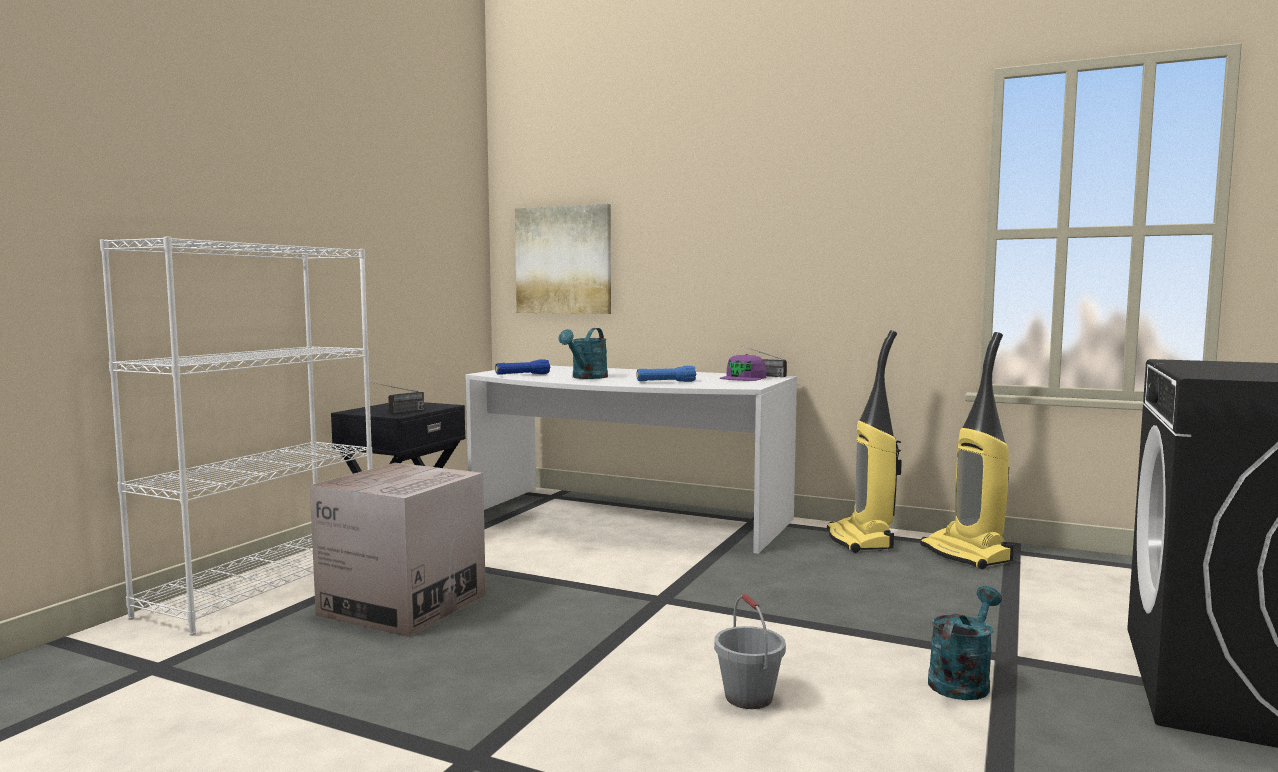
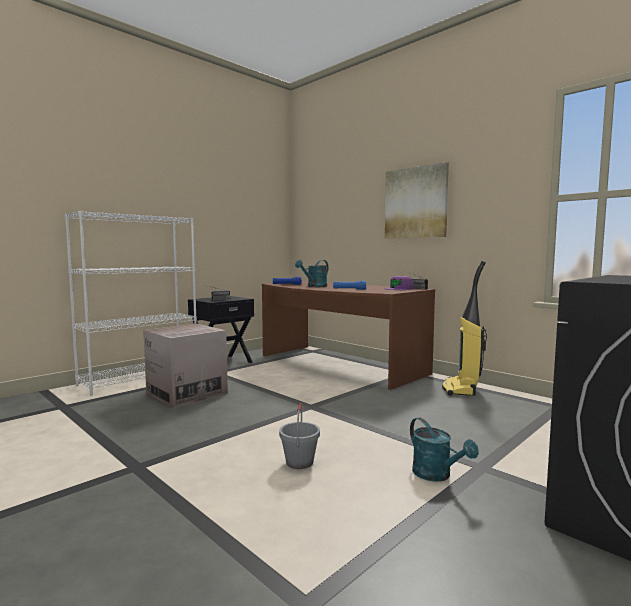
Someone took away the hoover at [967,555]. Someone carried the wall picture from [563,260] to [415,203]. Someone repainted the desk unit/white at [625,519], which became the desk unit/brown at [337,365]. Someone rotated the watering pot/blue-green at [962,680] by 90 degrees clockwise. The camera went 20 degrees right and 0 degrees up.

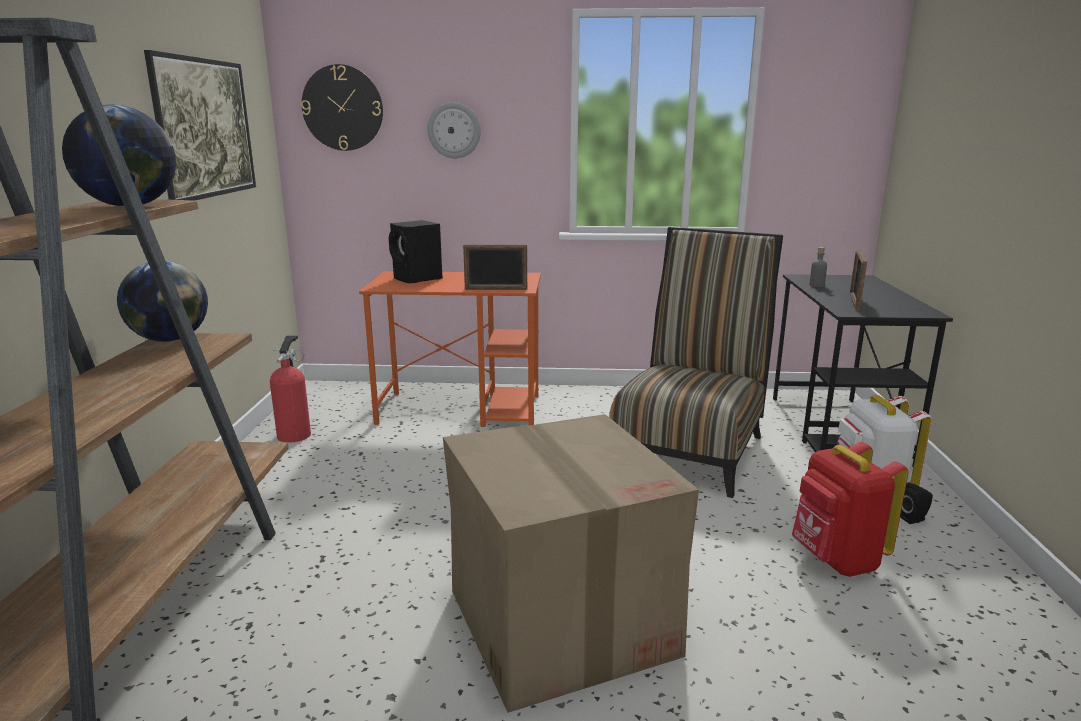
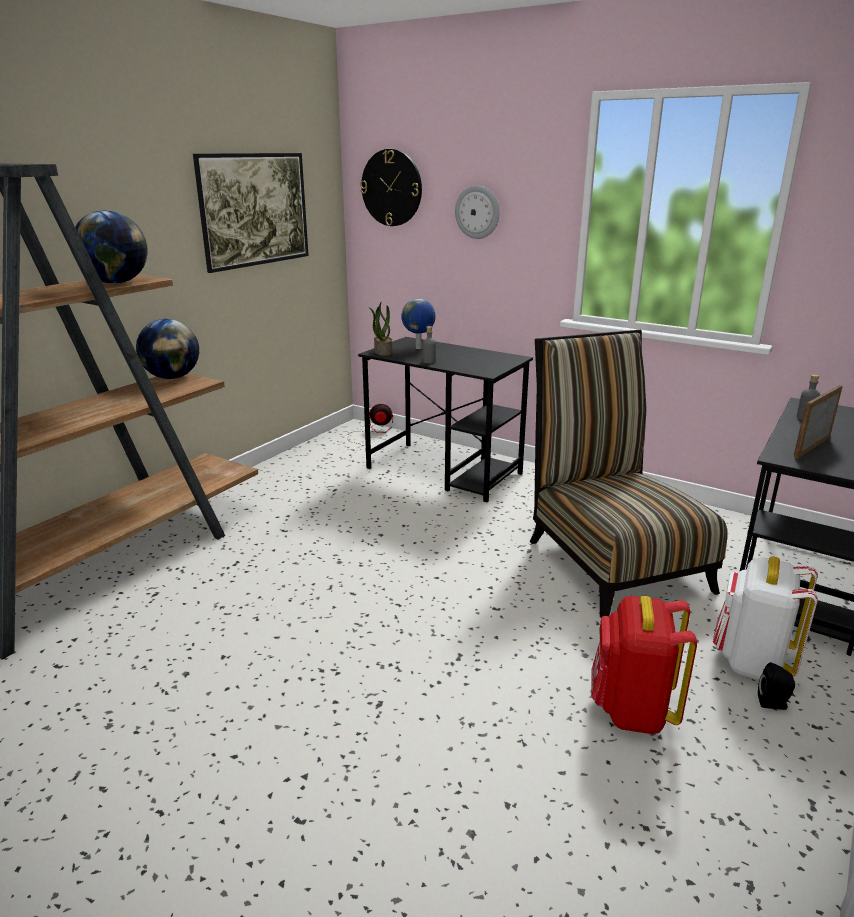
Someone took away the extinguisher at [295,434]. Someone took away the carton at [560,620]. Someone took away the photo frame at [496,289]. Someone put down the electric fan at [372,433]. Someone put down the plant in a pot at [382,352]. Someone put down the beverage bottle/greyish at [429,361]. Someone swapped the loudspeaker/blackish at [418,279] for the globe at [419,348]. Someone repainted the desk unit/orangey at [461,409], which became the desk unit/blackish at [445,471]. Someone rotated the upright chair at [689,447] by 75 degrees counterclockwise. The camera went 30 degrees right and 5 degrees up.

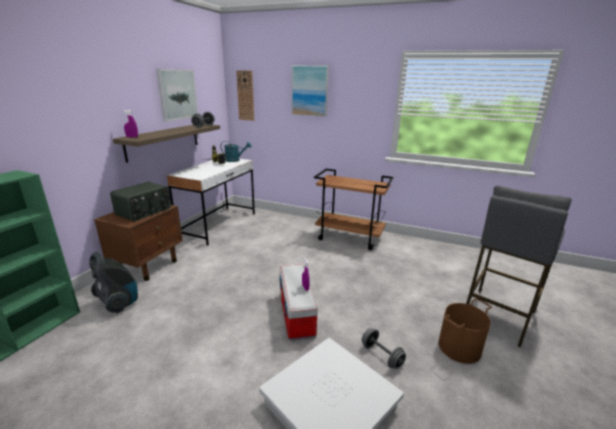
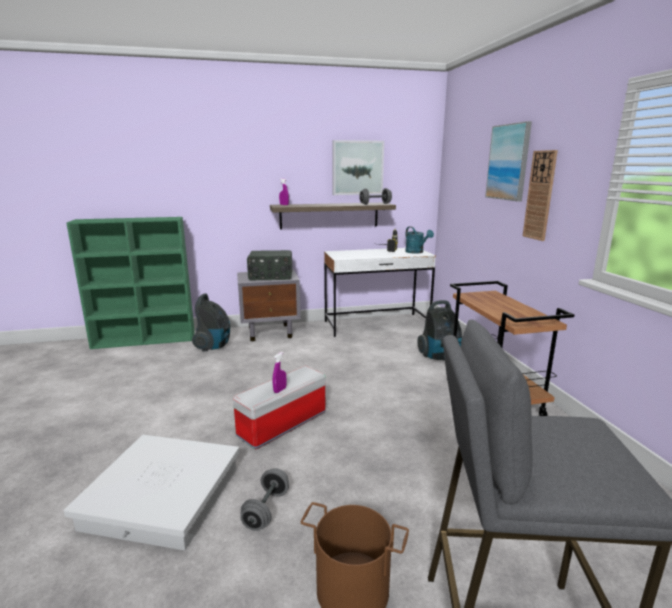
Someone put down the hoover at [440,357]. Someone carried the clock on the wall from [245,95] to [540,195]. Someone repainted the nightstand/brown at [149,266], which became the nightstand/greyish at [271,332]. The camera went 55 degrees right and 5 degrees down.

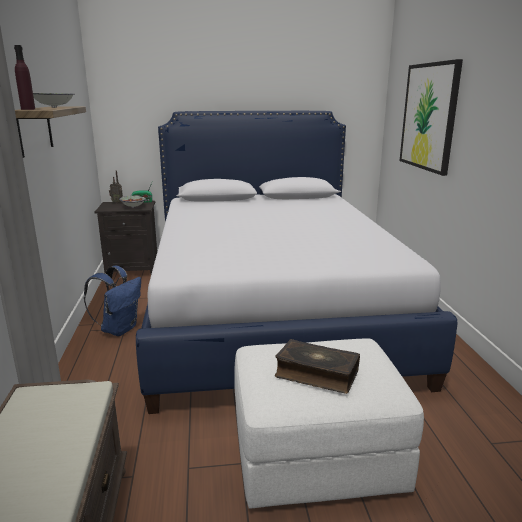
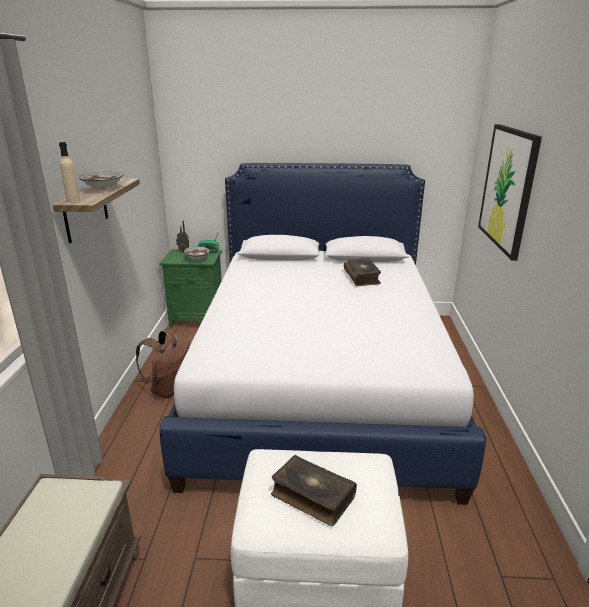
Someone put down the bound book at [362,277]. Someone repainted the beverage bottle/purple-coloured at [28,109], which became the beverage bottle/beige-coloured at [73,200]. Someone repainted the rucksack/blue-coloured at [119,329], which became the rucksack/brown at [169,390]. Someone repainted the nightstand/blackish at [133,271], which became the nightstand/green-coloured at [198,319]. The camera went 10 degrees right and 5 degrees up.

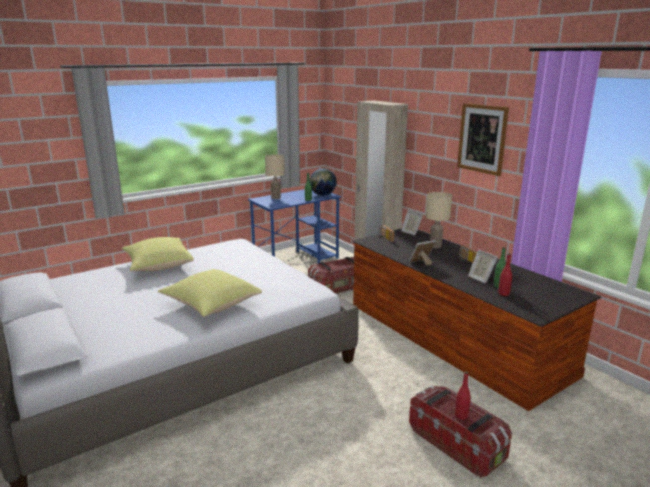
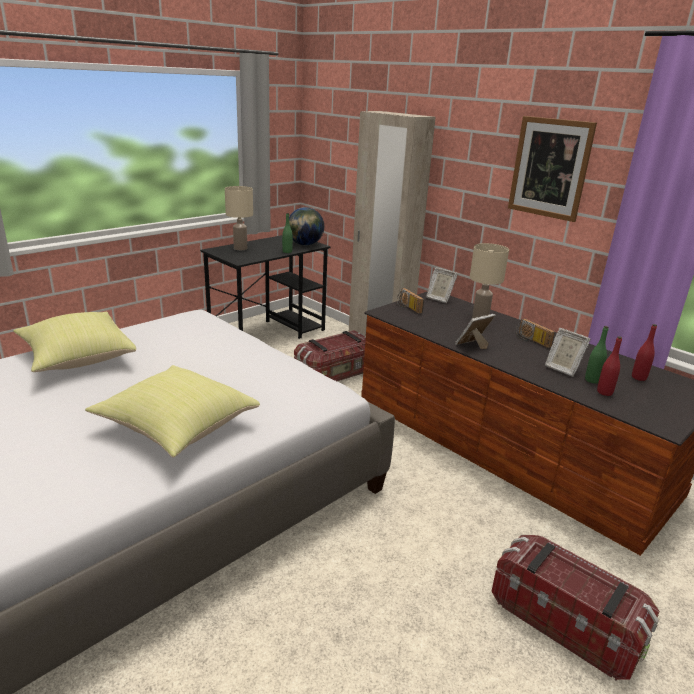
Someone carried the beverage bottle/red from [461,416] to [638,377]. Someone repainted the desk unit/blue-coloured at [296,260], which became the desk unit/blackish at [269,334]. The camera went 10 degrees left and 5 degrees up.

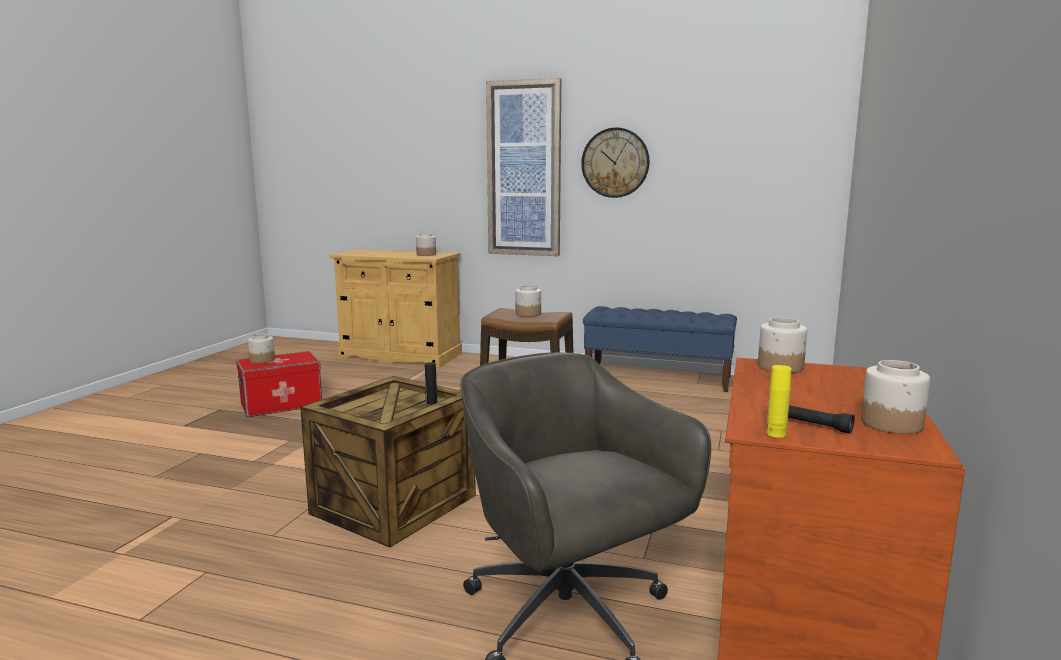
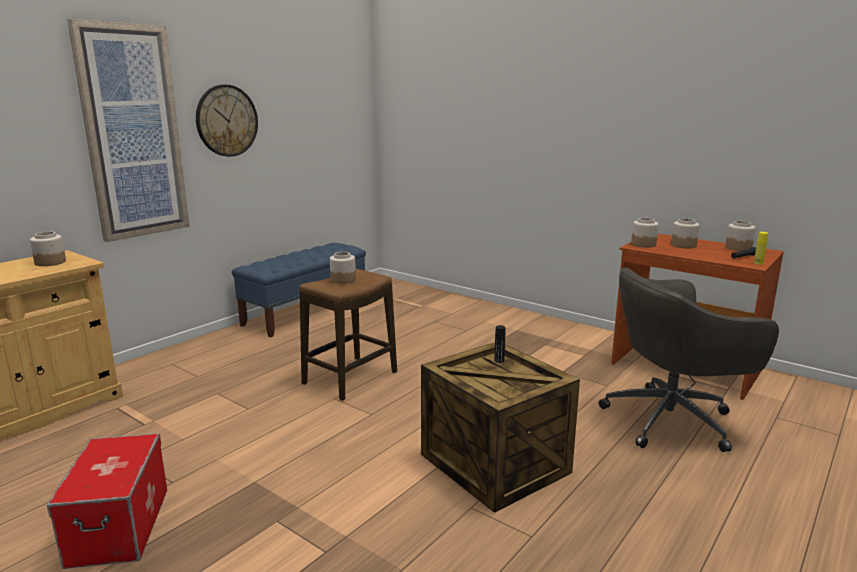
Someone carried the jar from [262,360] to [683,245]. The camera went 70 degrees left and 5 degrees up.

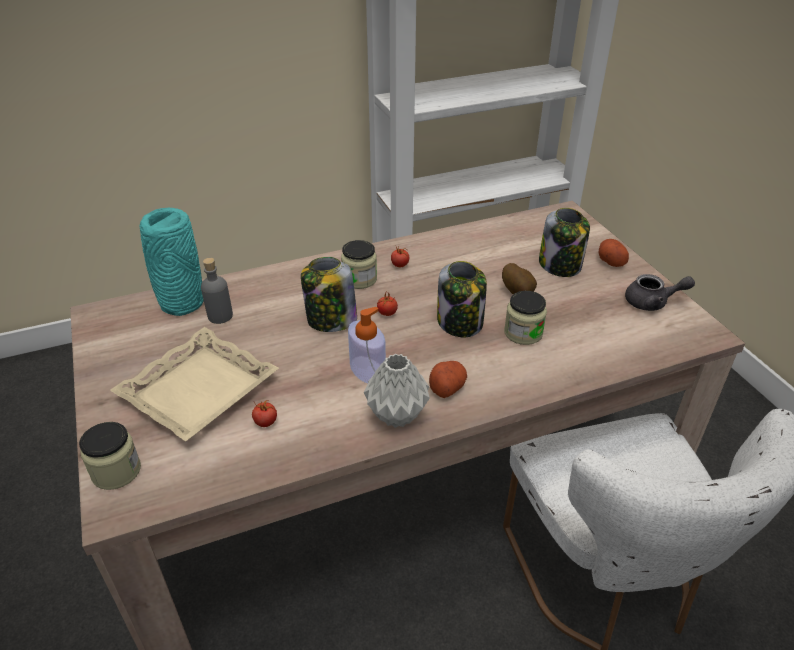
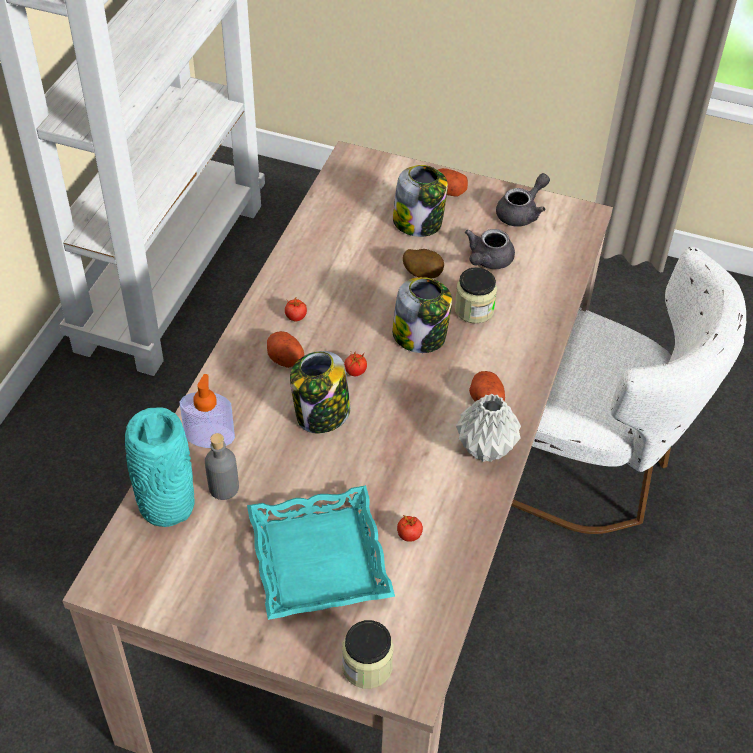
Someone put down the teapot/greyish at [487,261]. Someone carried the soap dispenser from [367,370] to [209,436]. Someone swapped the jar at [359,279] for the potato at [284,357]. Someone repainted the serving tray/beige-coloured at [199,391], which became the serving tray/blue-green at [320,559]. The camera went 50 degrees left and 10 degrees up.

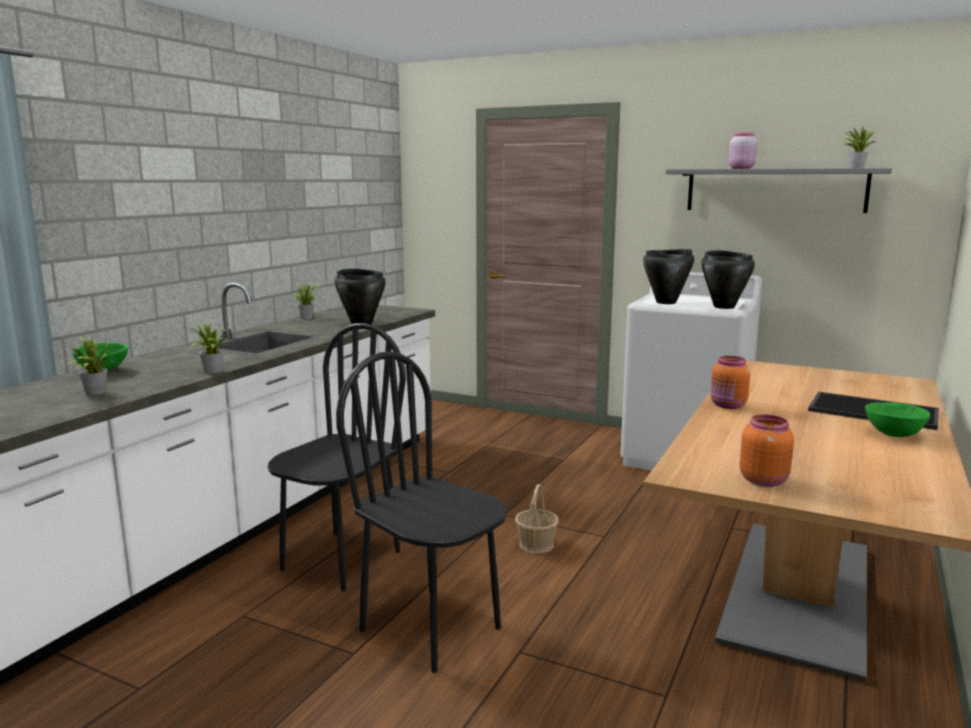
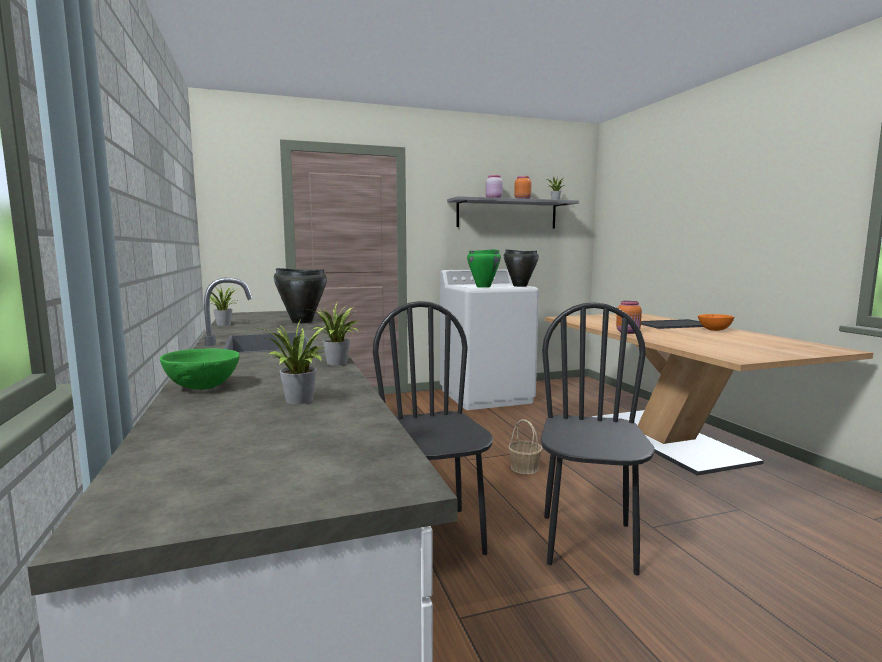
Someone carried the jar/orangey from [764,480] to [522,199]. Someone repainted the stockpot/blackish at [666,302], which became the stockpot/green-coloured at [484,287]. Someone repainted the bowl/green-coloured at [892,434], which became the bowl/orangey at [714,330]. Someone rotated the upright chair/blackish at [431,628] by 105 degrees clockwise. The camera went 45 degrees left and 5 degrees down.

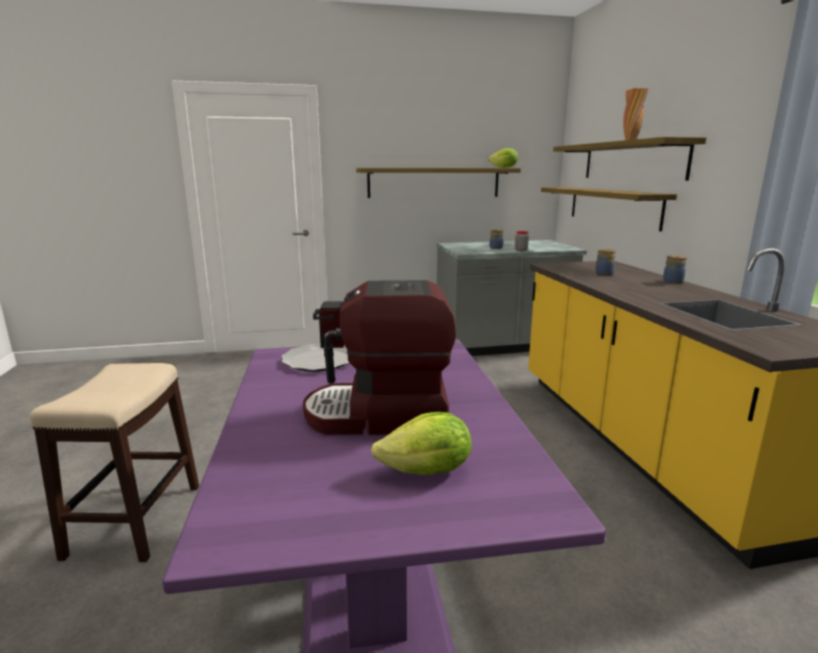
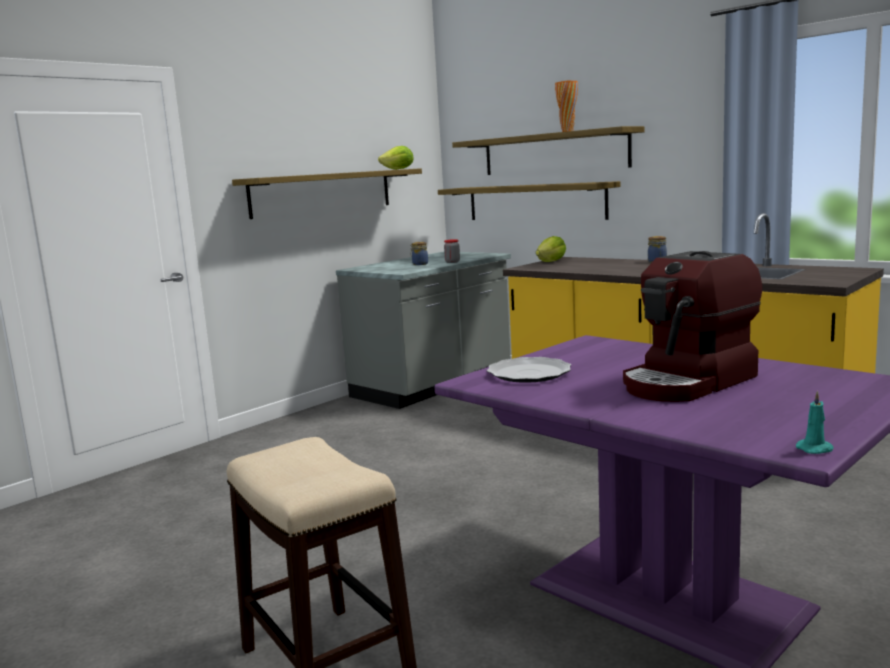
Someone took away the jar at [603,274]. Someone put down the candle/blue-green at [816,449]. Someone carried the lettuce from [427,472] to [551,262]. The camera went 35 degrees left and 5 degrees down.

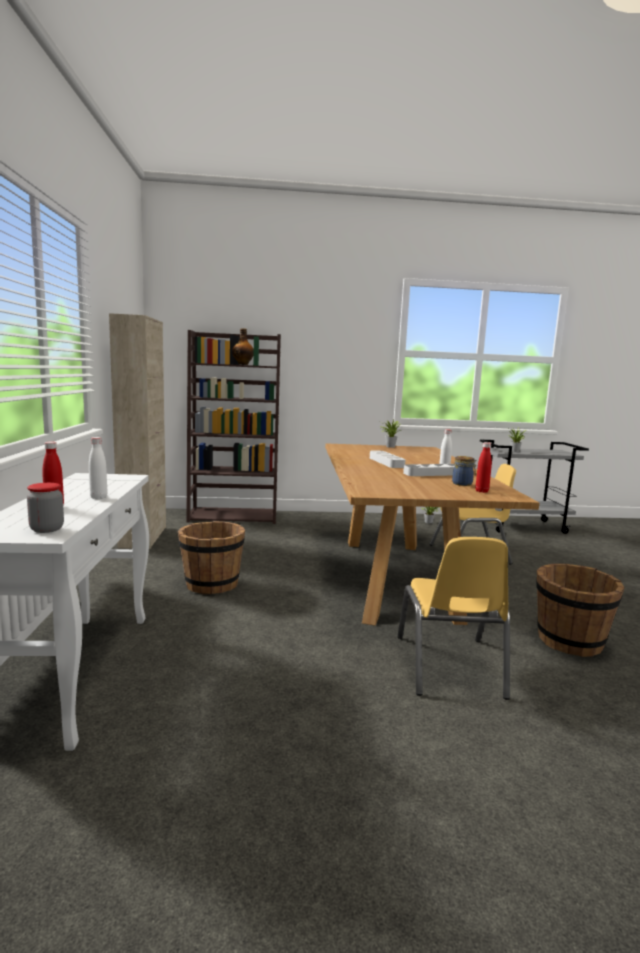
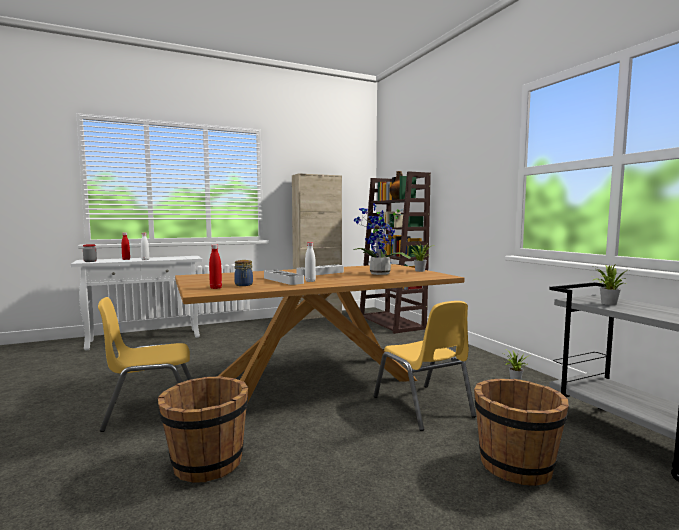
Someone put down the plant in a pot at [378,274]. Someone carried the pail/brown from [211,584] to [516,465]. The camera went 70 degrees right and 5 degrees down.

